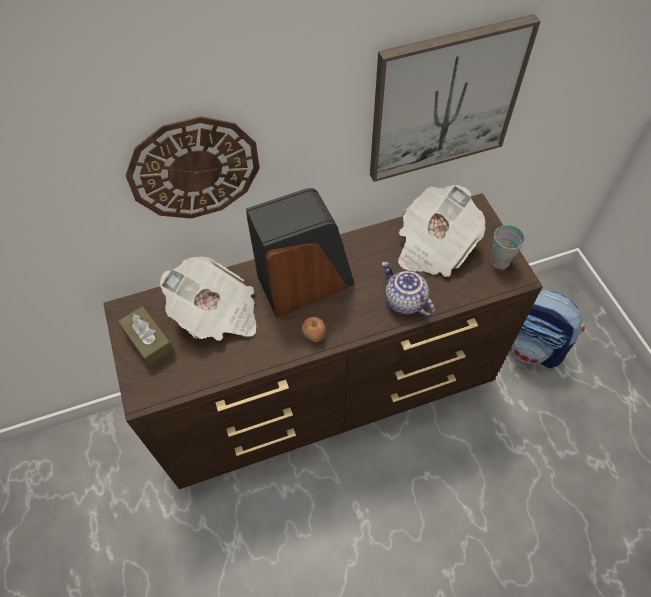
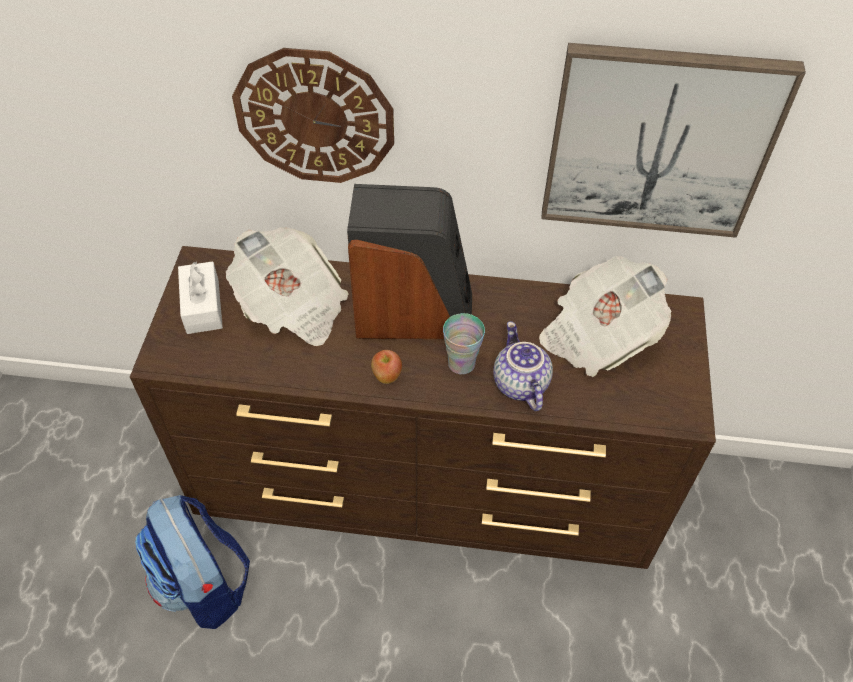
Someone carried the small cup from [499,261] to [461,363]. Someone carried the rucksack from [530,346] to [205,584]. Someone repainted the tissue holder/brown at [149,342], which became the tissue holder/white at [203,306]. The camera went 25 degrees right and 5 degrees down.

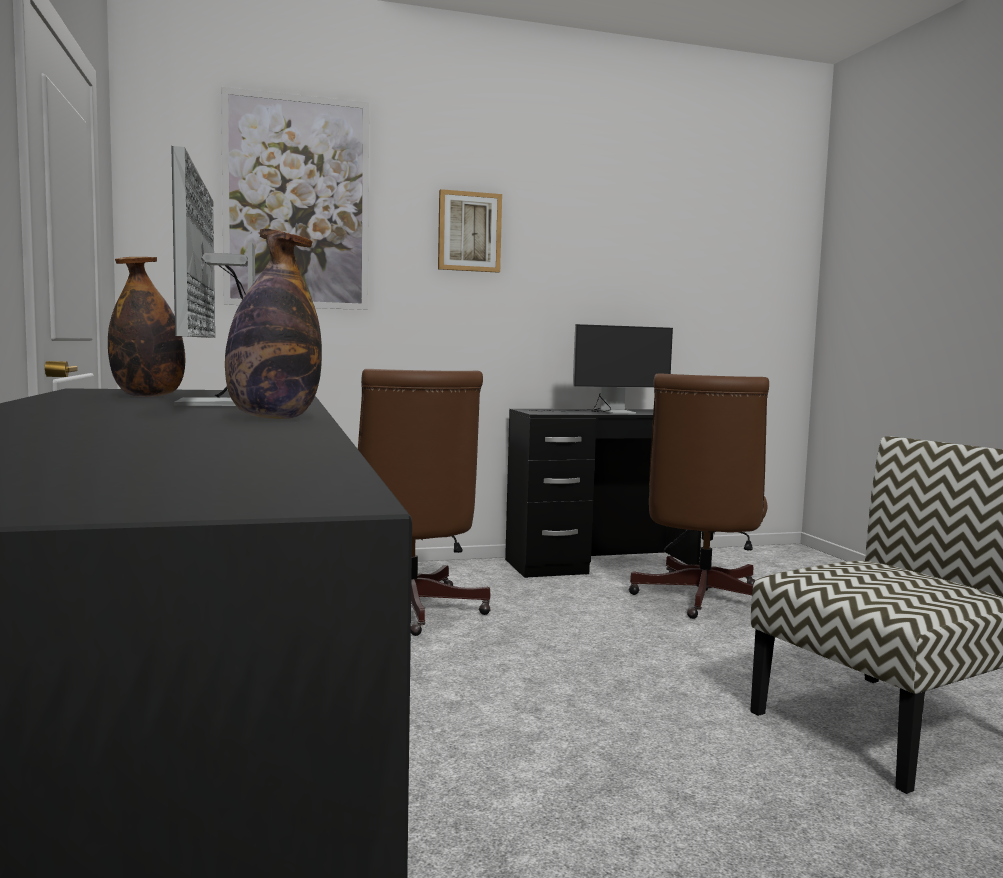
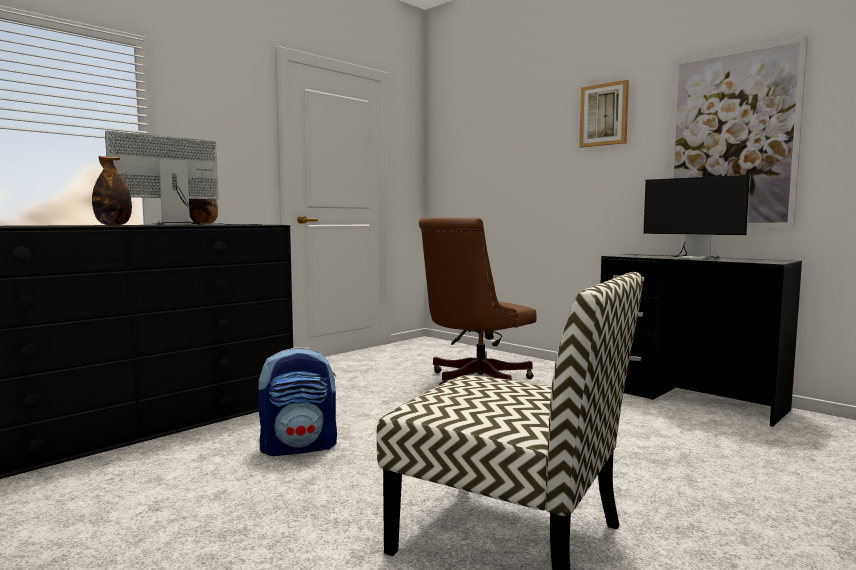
Someone took away the computer chair/brown at [700,600]. Someone put down the rucksack at [299,447]. Someone carried the wall picture from [297,203] to [731,140]. The camera went 60 degrees right and 0 degrees up.

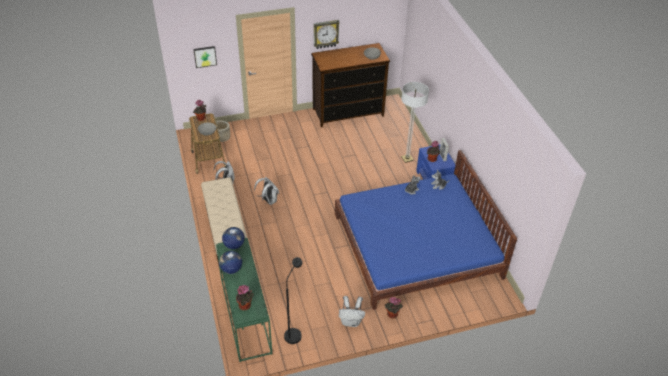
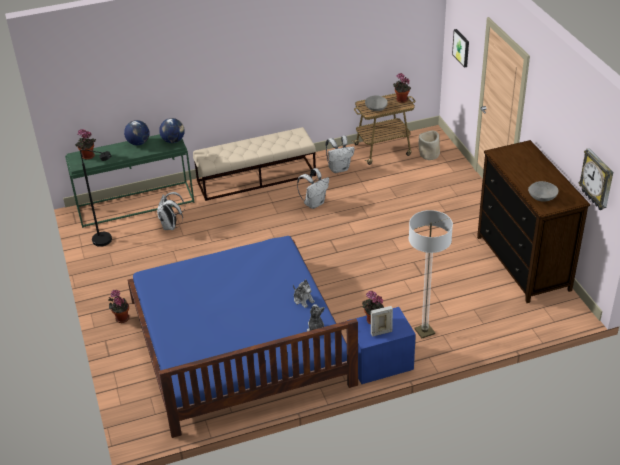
Someone carried the clock on the wall from [326,34] to [597,180]. Someone carried the rucksack/white from [351,321] to [171,226]. The camera went 90 degrees right and 5 degrees down.

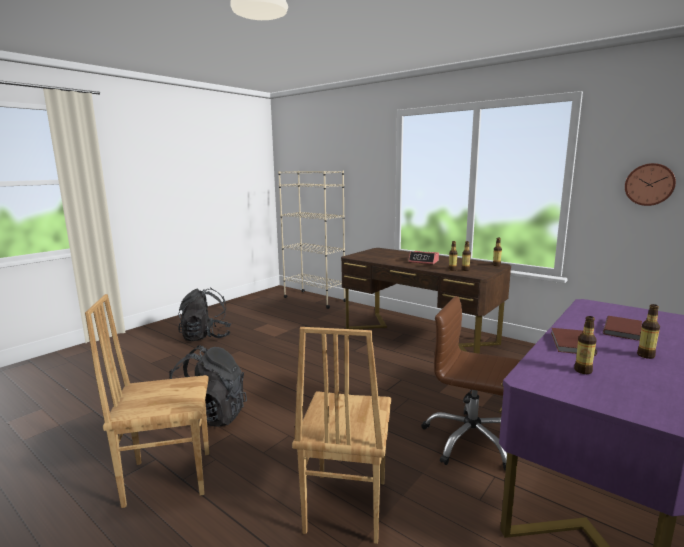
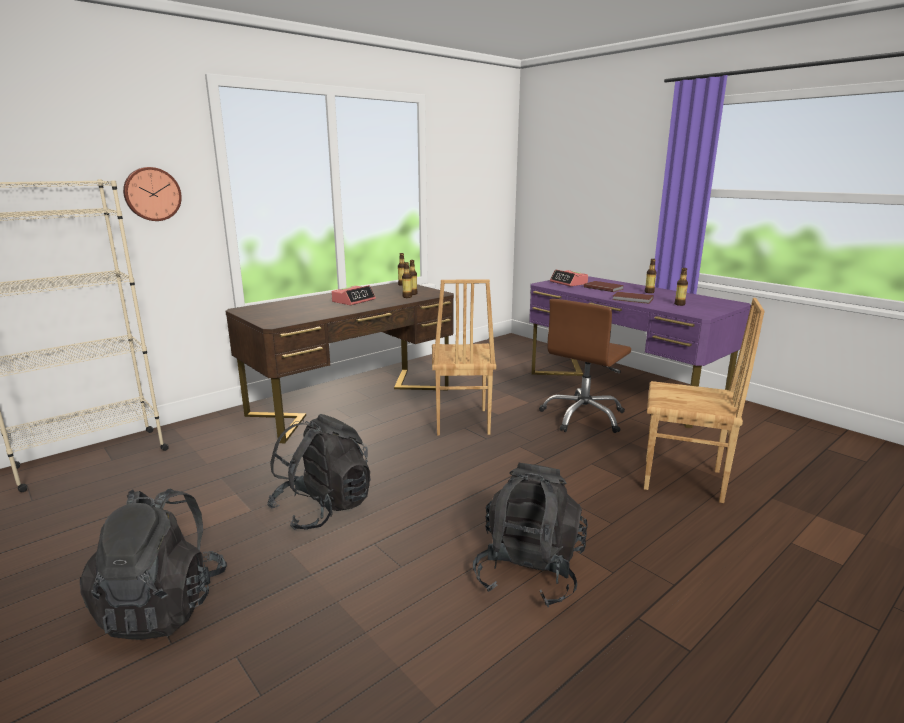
Someone put down the rucksack/blackish at [323,508]. Someone put down the table clock at [568,283]. Someone carried the upright chair/brown from [168,477] to [460,422]. Someone carried the clock on the wall from [649,184] to [152,194]. The camera went 80 degrees left and 5 degrees up.

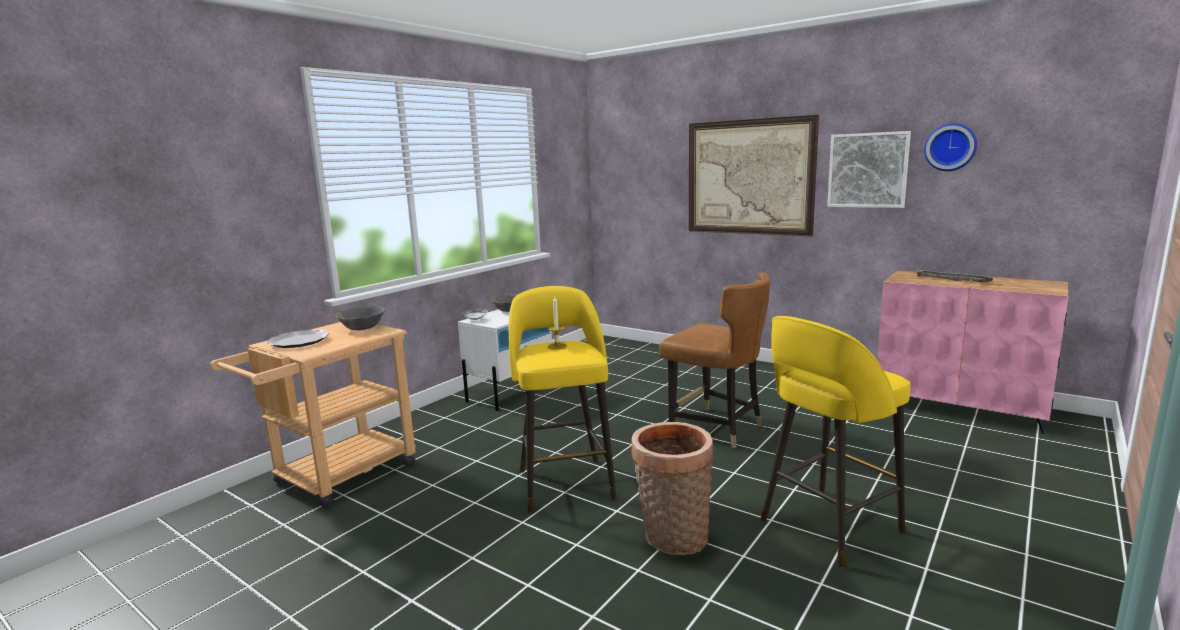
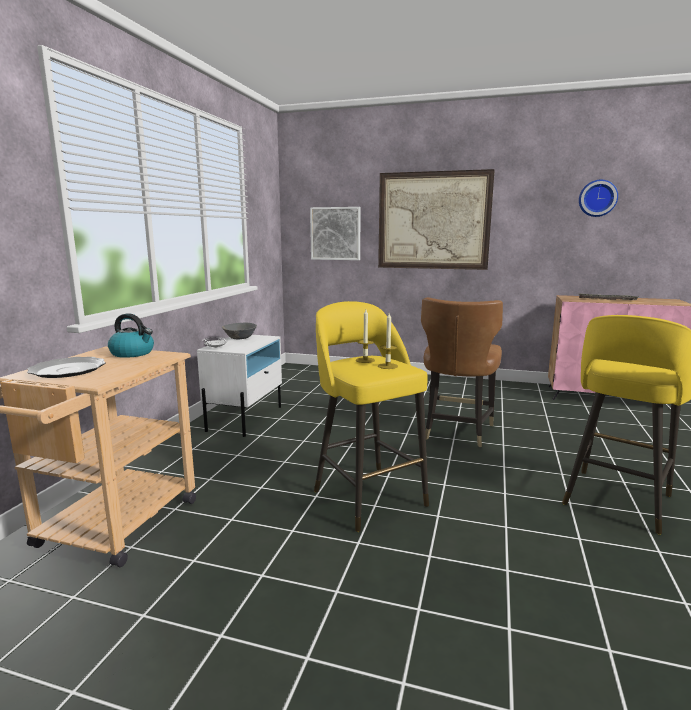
Someone took away the household basket at [672,538]. Someone put down the candle at [388,366]. Someone carried the wall picture from [867,170] to [335,233]. Someone swapped the bowl/greyish at [362,328] for the tea kettle at [133,353]. Someone rotated the upright chair/brown at [716,428] by 90 degrees clockwise. The camera went 20 degrees left and 0 degrees up.

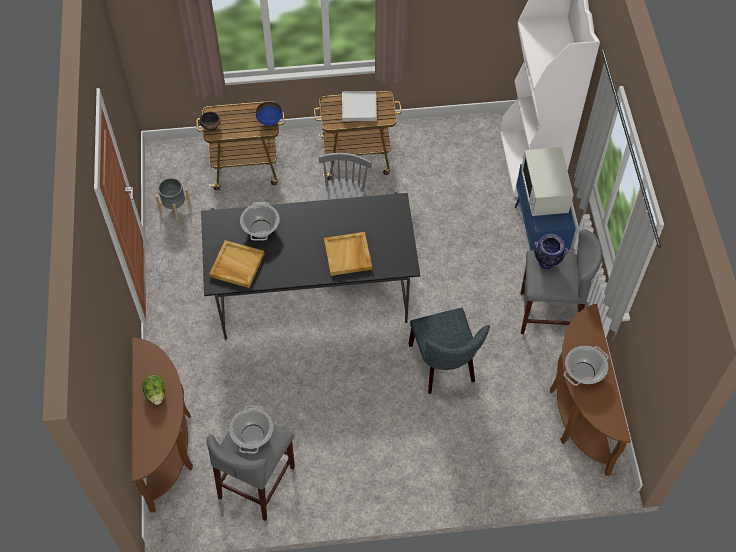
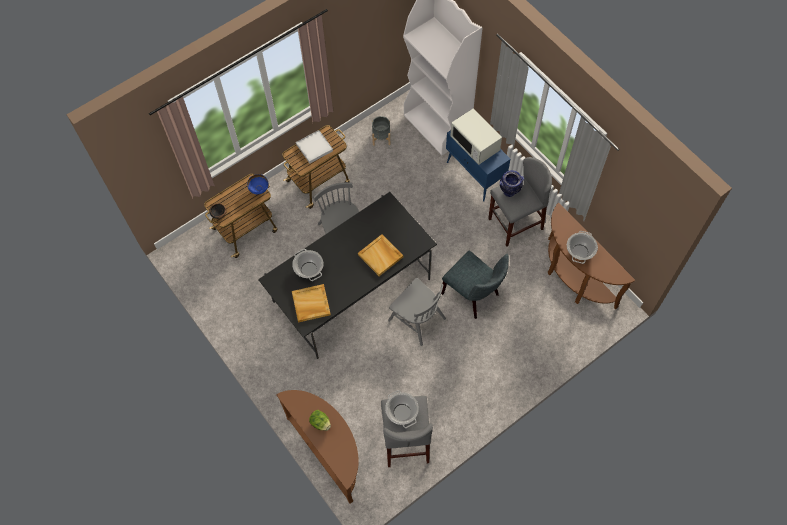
Someone put down the upright chair/greyish at [416,319]. Someone carried the plant pot/greyish from [175,207] to [381,138]. The camera went 30 degrees left and 5 degrees up.

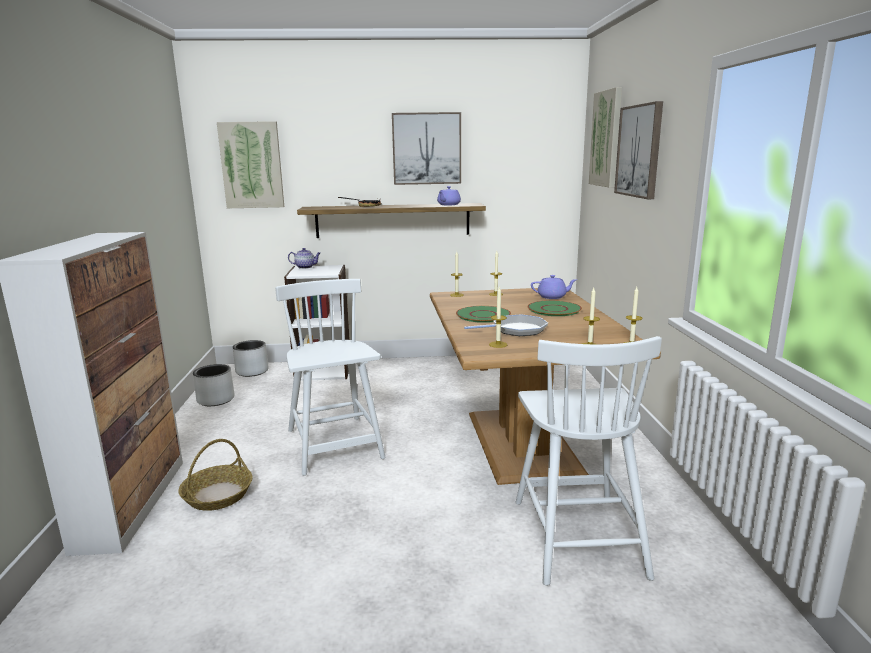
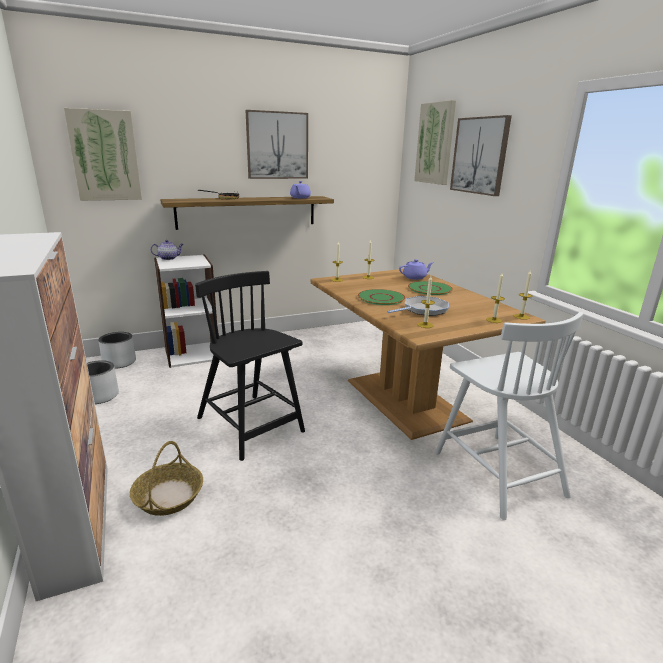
Someone repainted the upright chair/white at [334,445], which became the upright chair/blackish at [251,426]. The camera went 20 degrees left and 5 degrees up.

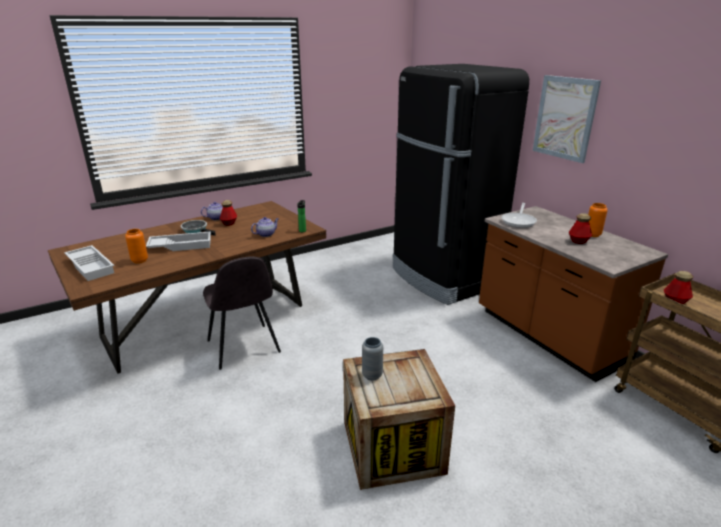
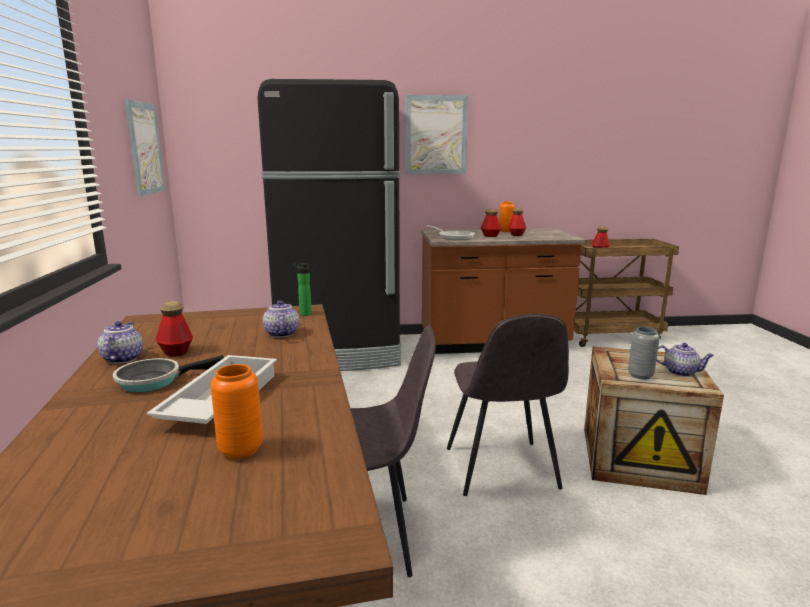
Someone took away the serving tray/white at [92,266]. Someone put up the wall picture at [145,148]. Someone put down the upright chair/greyish at [501,469]. Someone put down the beverage bottle at [490,236]. Someone put down the teapot at [681,372]. The camera went 65 degrees left and 10 degrees down.

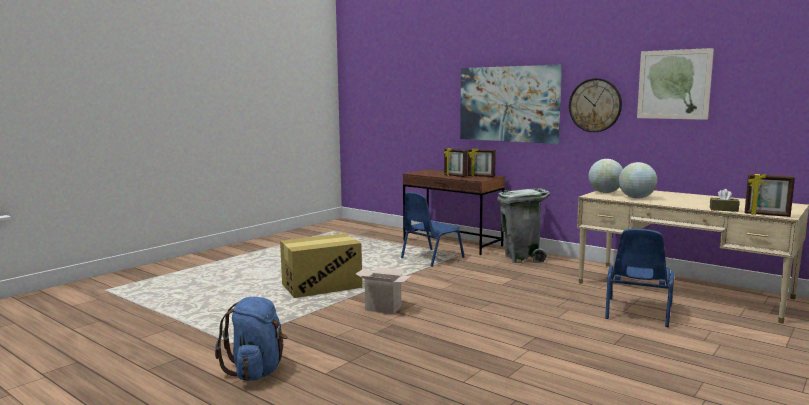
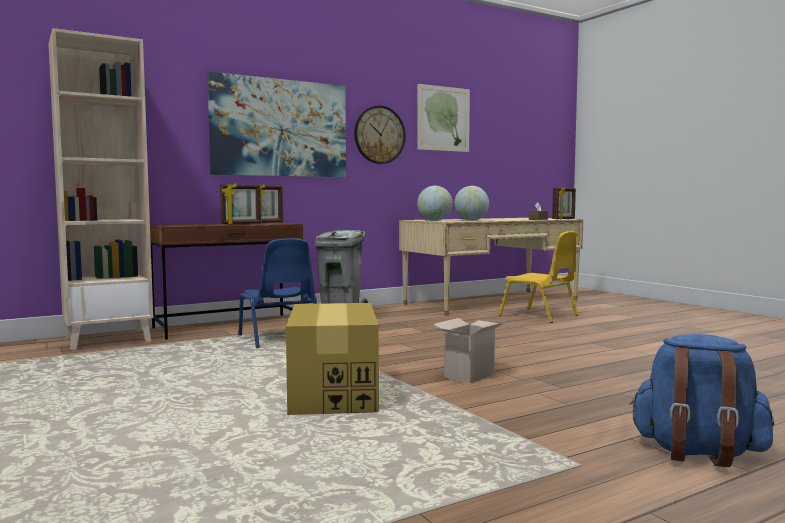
Someone put down the bookshelf/beige-coloured at [108,339]. Someone repainted the upright chair/blue-coloured at [637,312], which became the upright chair/yellow at [540,316]. The camera went 70 degrees left and 5 degrees down.

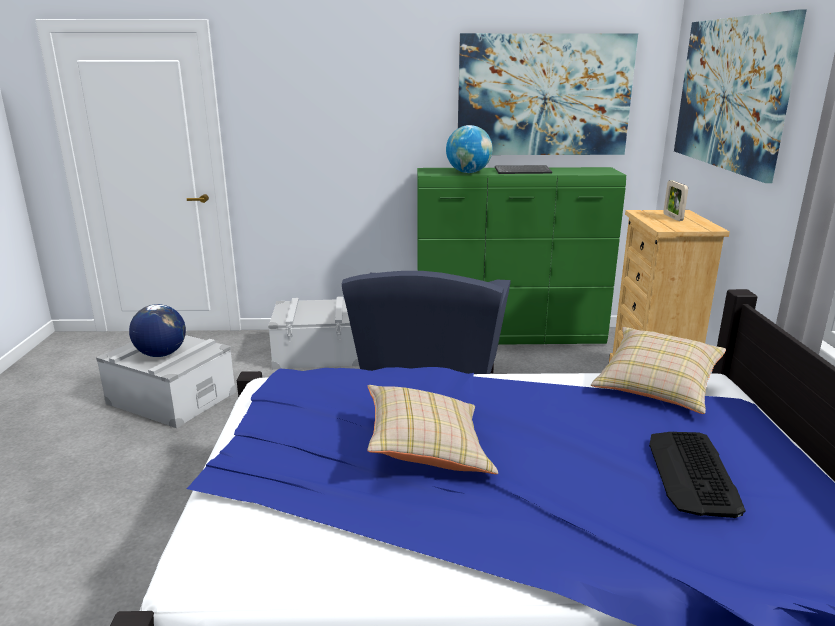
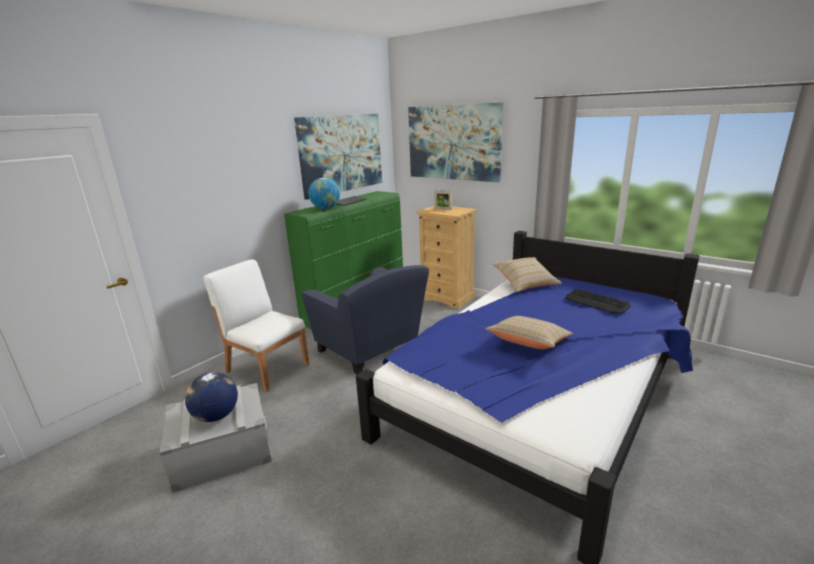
Someone swapped the storage bin/greyish at [318,352] for the upright chair/white at [267,367]. The camera went 50 degrees left and 0 degrees up.

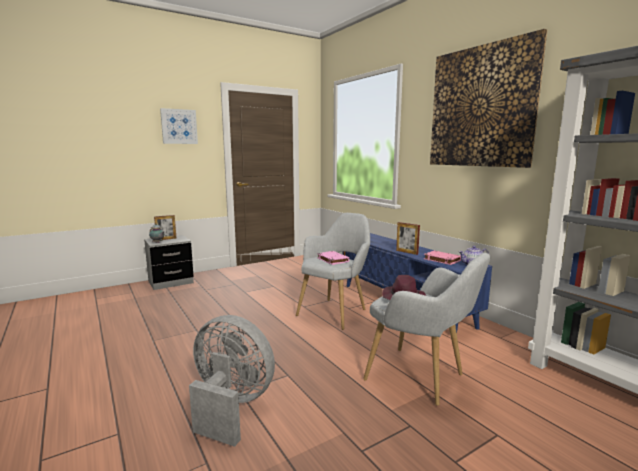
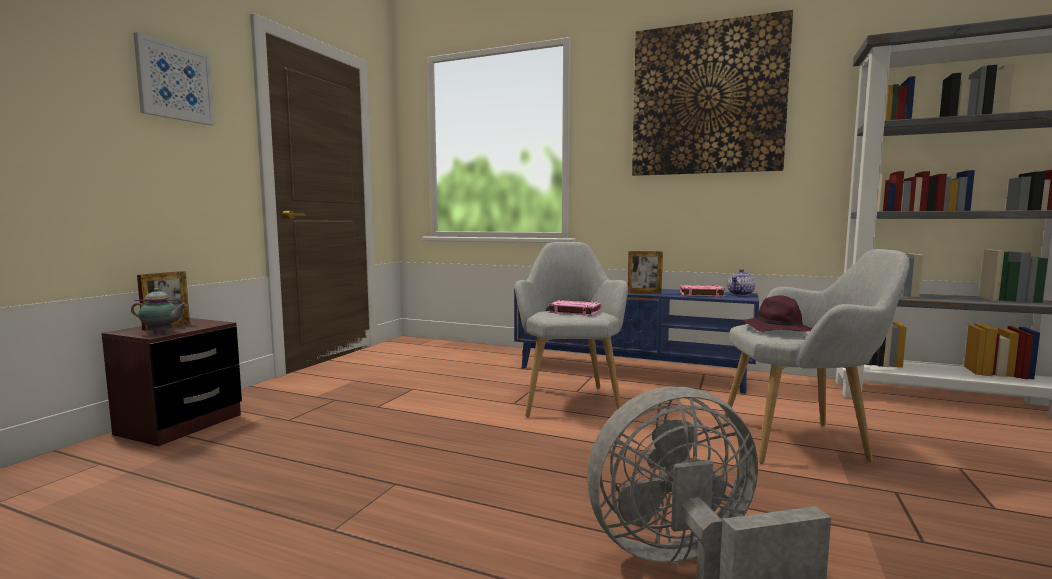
Someone repainted the nightstand/greyish at [171,282], which became the nightstand/brown at [180,425]. The camera went 35 degrees left and 5 degrees down.

